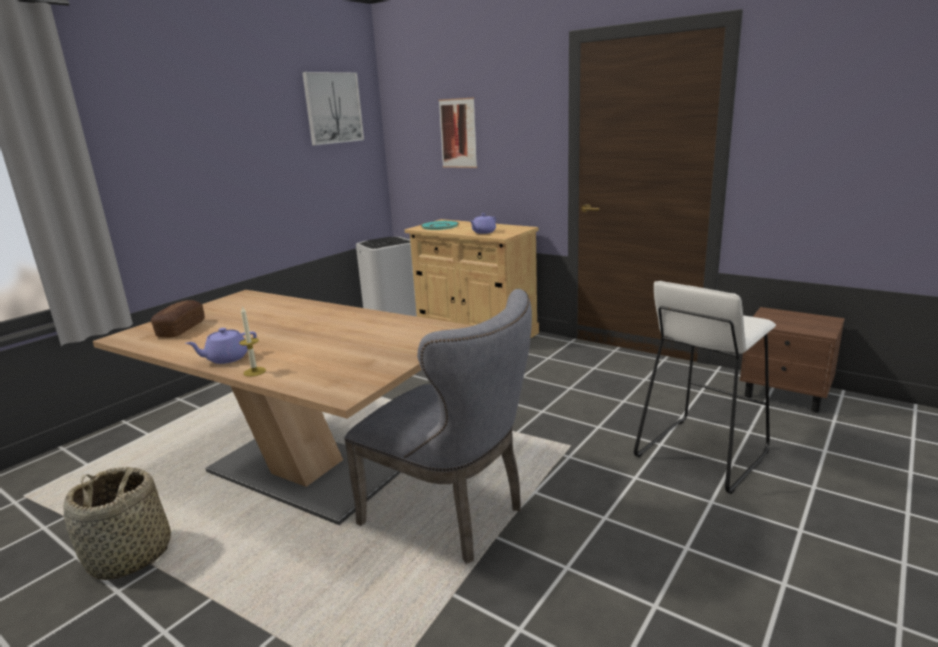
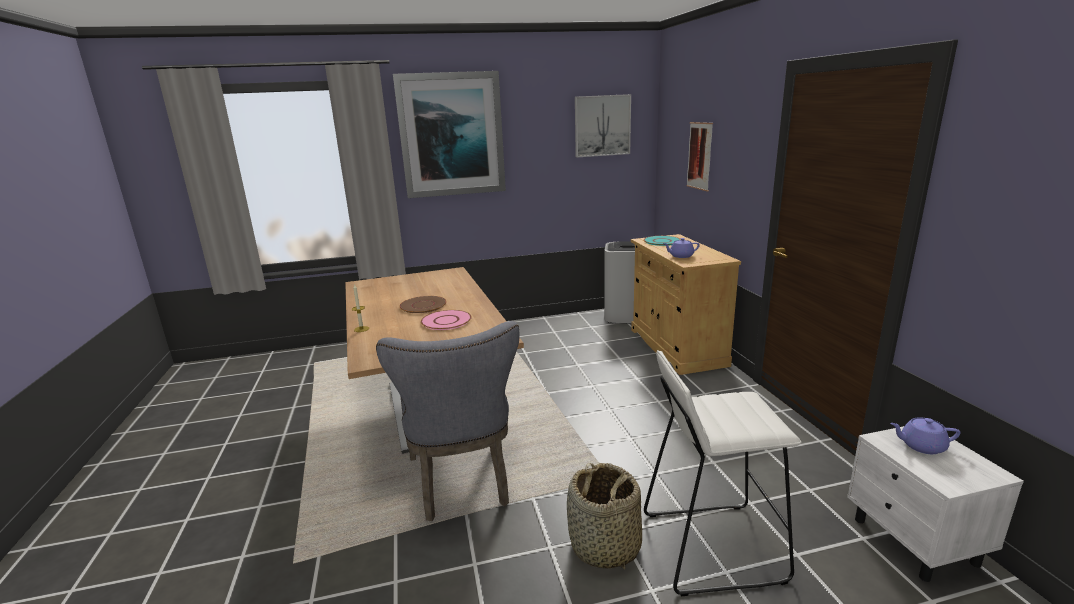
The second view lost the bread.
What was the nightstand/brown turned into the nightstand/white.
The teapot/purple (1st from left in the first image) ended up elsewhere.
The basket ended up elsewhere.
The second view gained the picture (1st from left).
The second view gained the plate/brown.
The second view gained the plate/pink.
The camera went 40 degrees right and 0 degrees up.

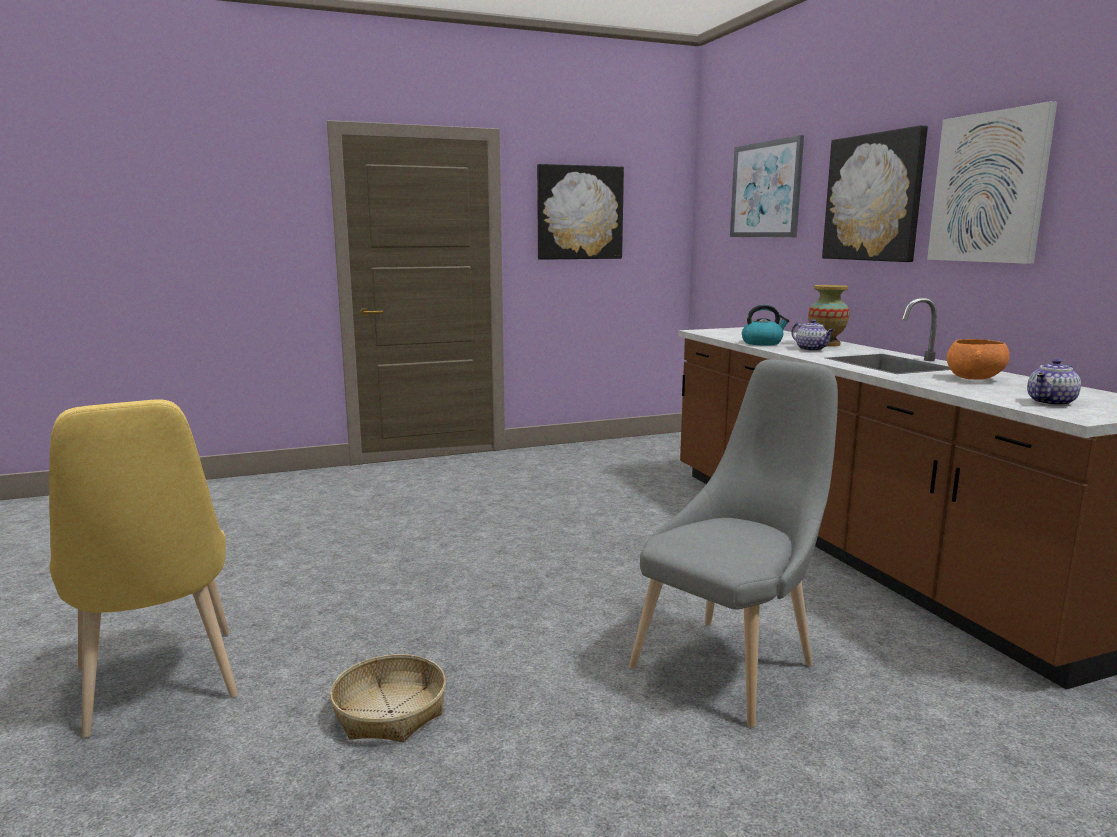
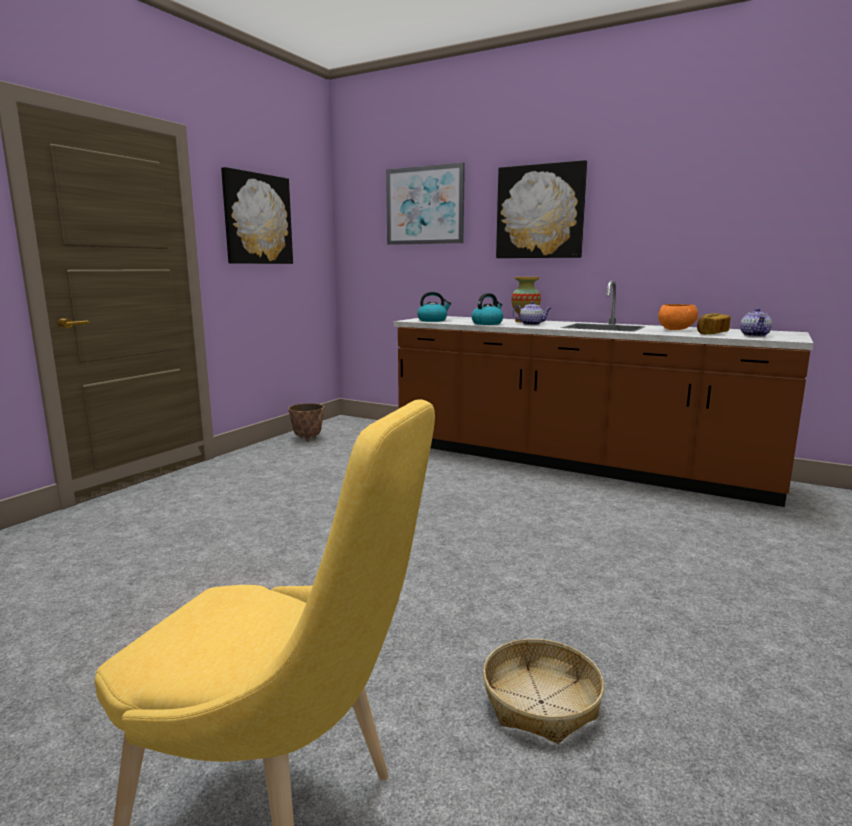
The second view lost the picture (4th from left).
The second view lost the chair/grey.
The second view gained the kettle (1st from left).
The second view gained the bread.
The second view gained the planter.
The camera went 40 degrees left and 0 degrees up.

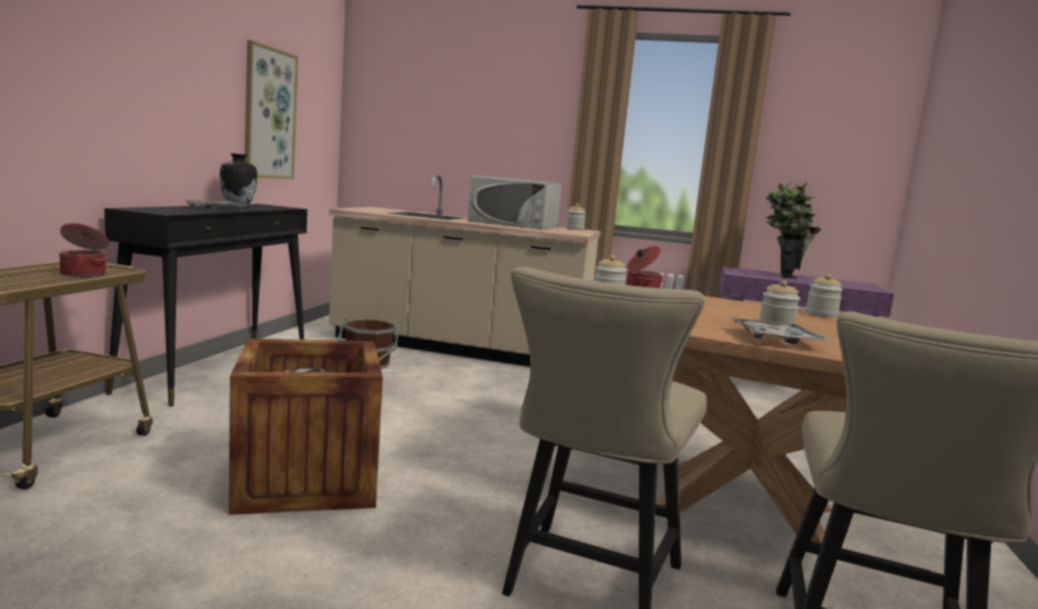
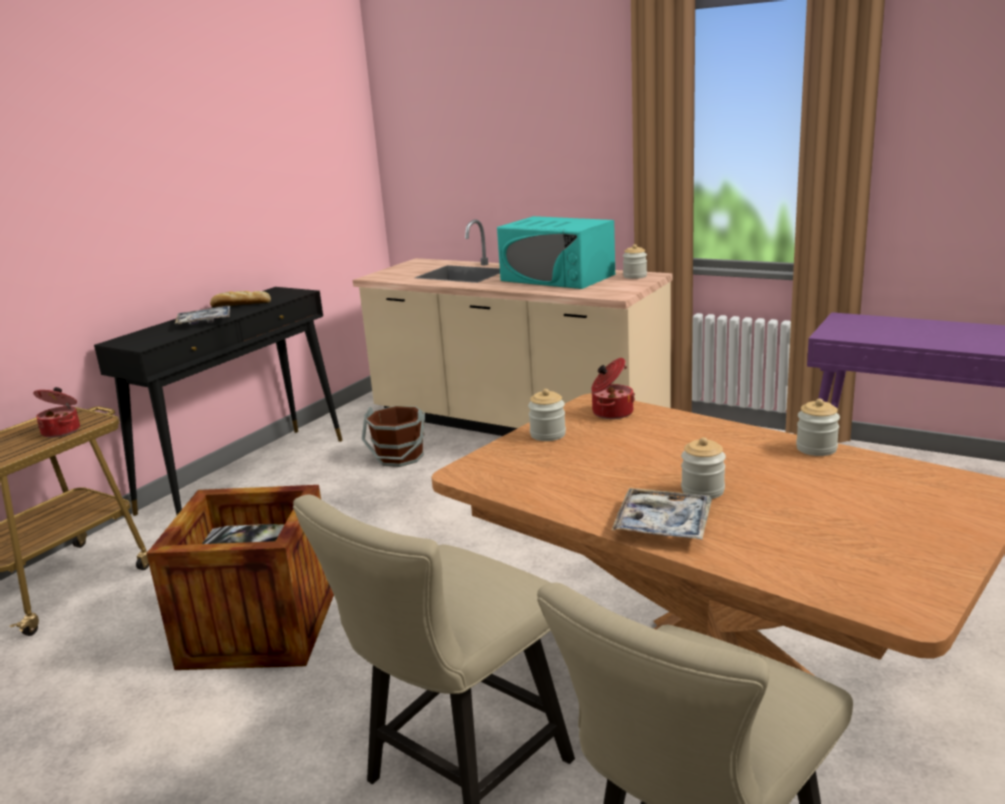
The second view lost the picture.
Where the vase stood, the bread came to stand.
What was the microwave/white turned into the microwave/turquoise.
The second view lost the potted plant.
The camera went 20 degrees right and 10 degrees up.

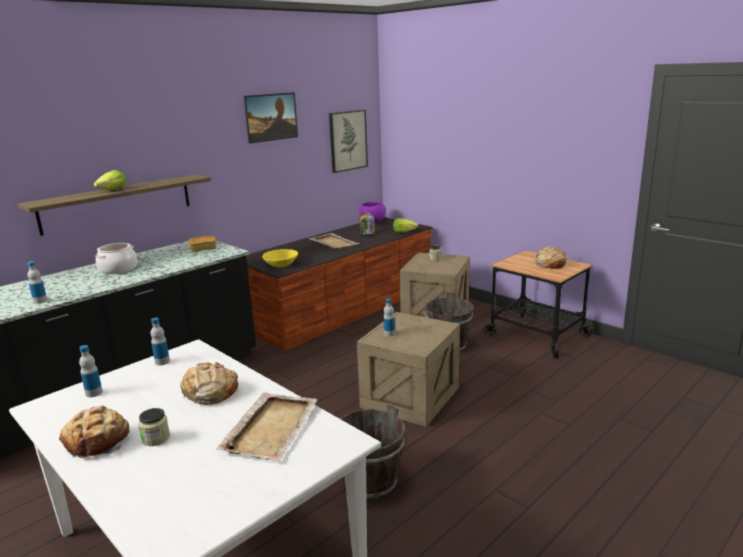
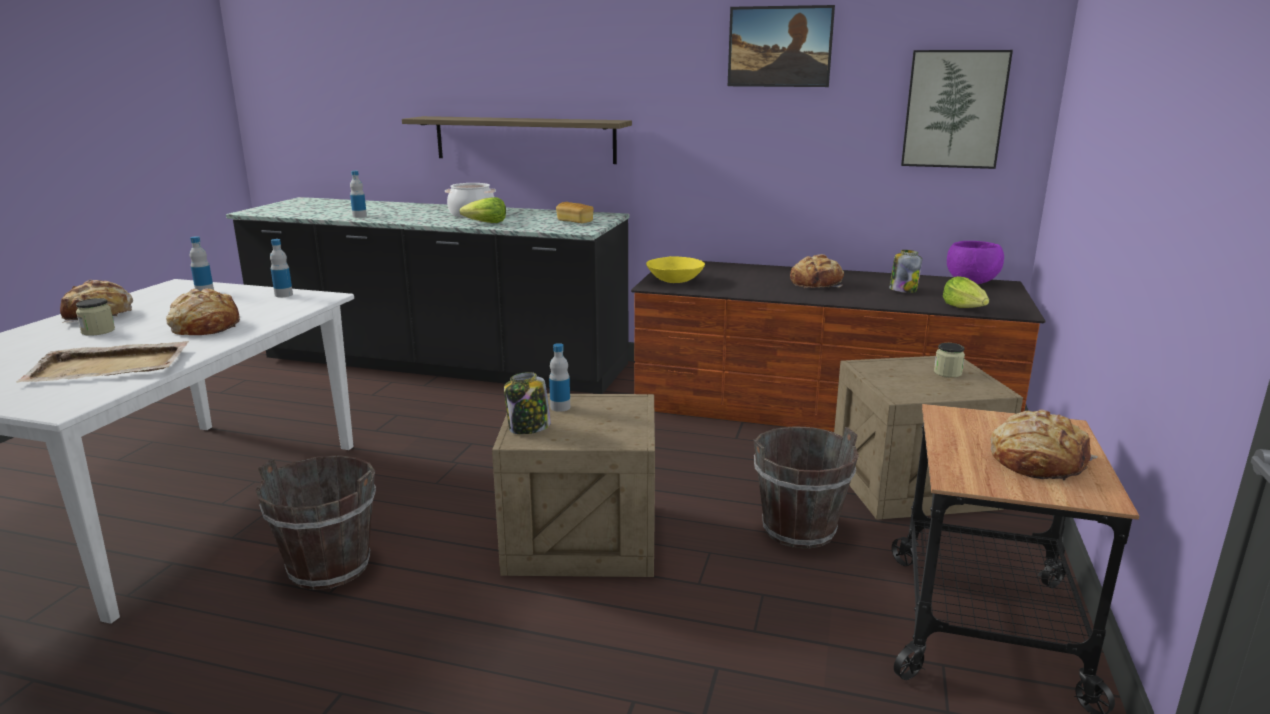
The lettuce (1st from left) ended up elsewhere.
Where the tray/beige (2nd from left) stood, the bread (4th from left) came to stand.
The second view gained the jar (2nd from left).
The camera went 60 degrees right and 0 degrees up.

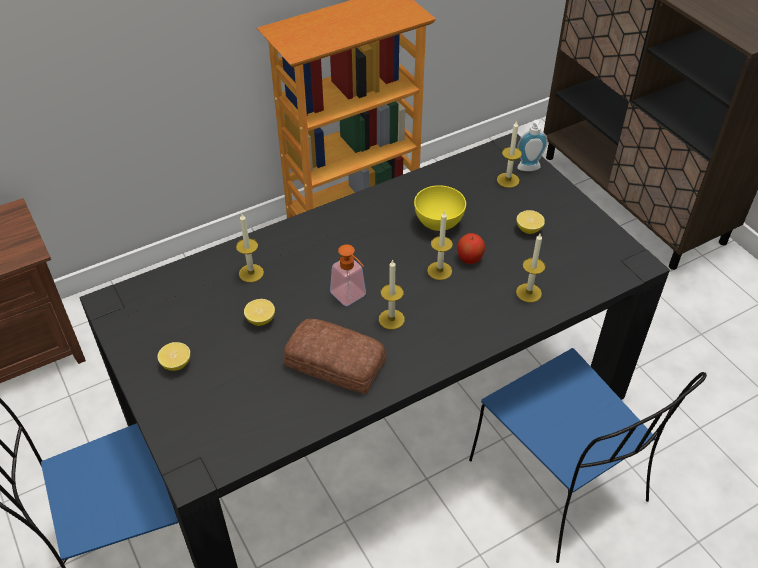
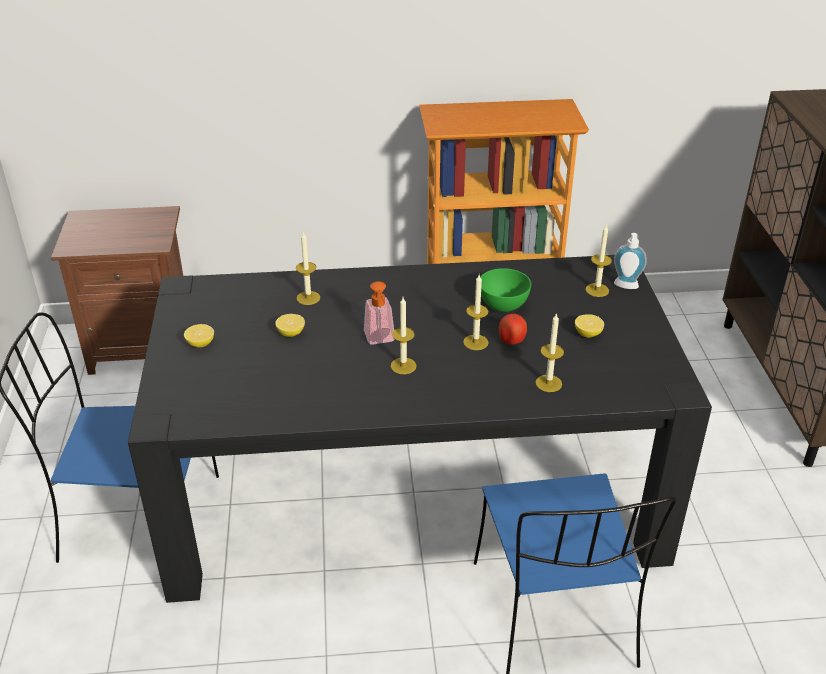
What was the bowl/yellow turned into the bowl/green.
The second view lost the bread.
The camera went 25 degrees right and 10 degrees down.

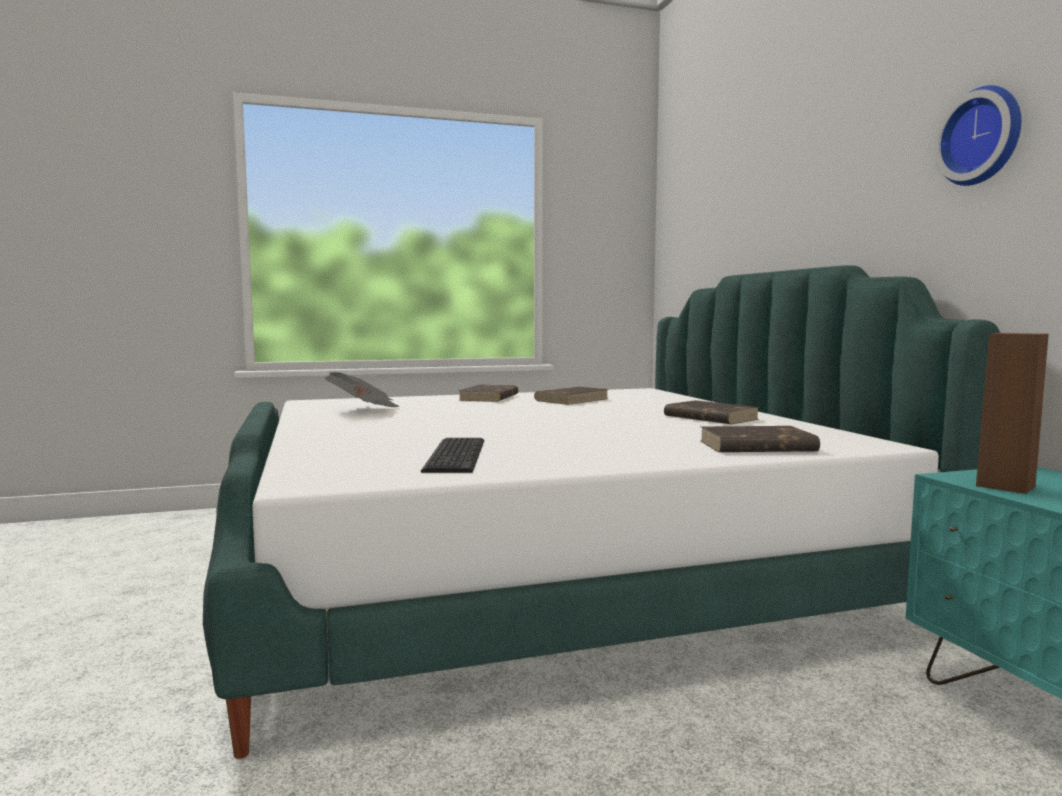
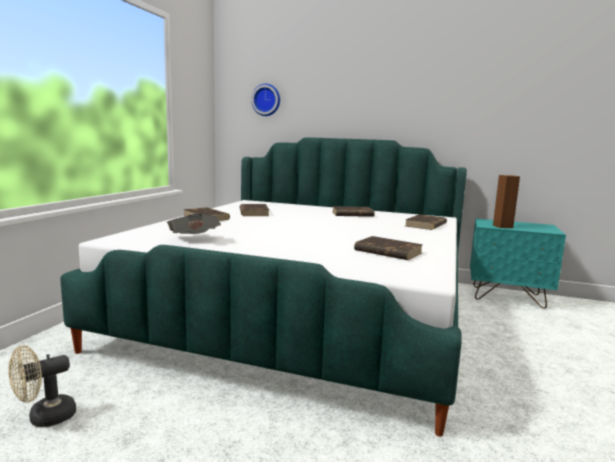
The wall clock ended up elsewhere.
Where the keyboard stood, the book/brown (4th from left) came to stand.
The second view gained the fan/beige.
The camera went 55 degrees left and 5 degrees up.

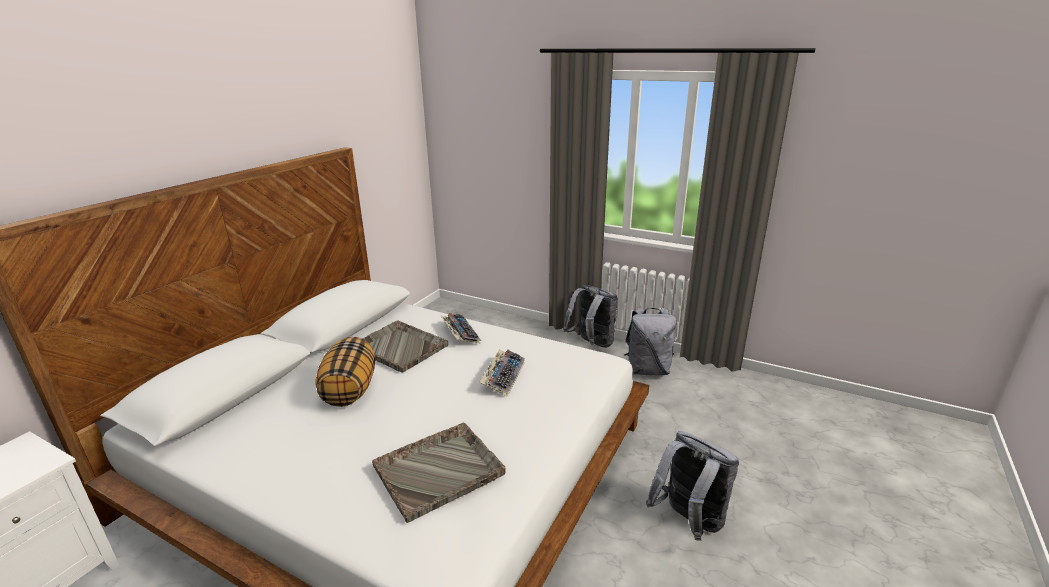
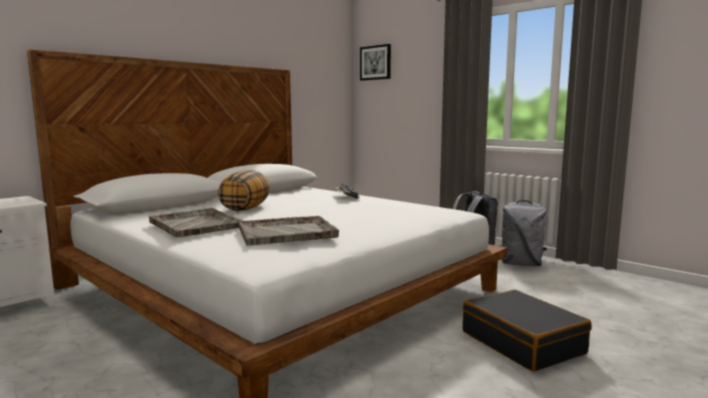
The tray/grey (1st from left) ended up elsewhere.
The second view lost the keyboard (2nd from left).
Where the backpack/grey (3rd from left) stood, the suitcase/black came to stand.
The second view gained the picture.
The camera went 15 degrees right and 15 degrees down.

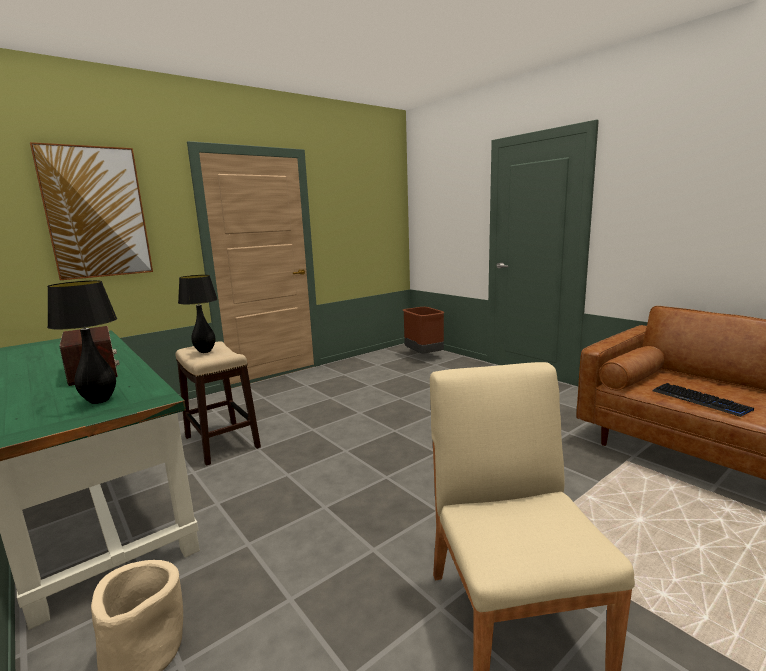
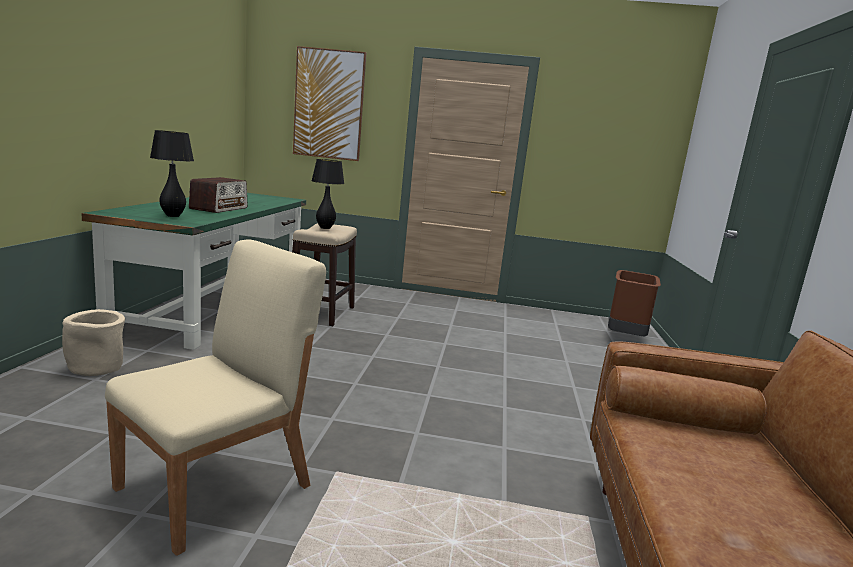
The second view lost the keyboard.
The camera went 45 degrees right and 0 degrees up.

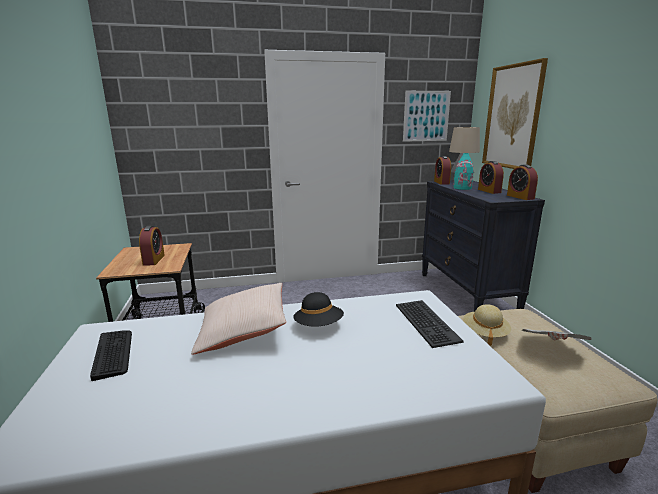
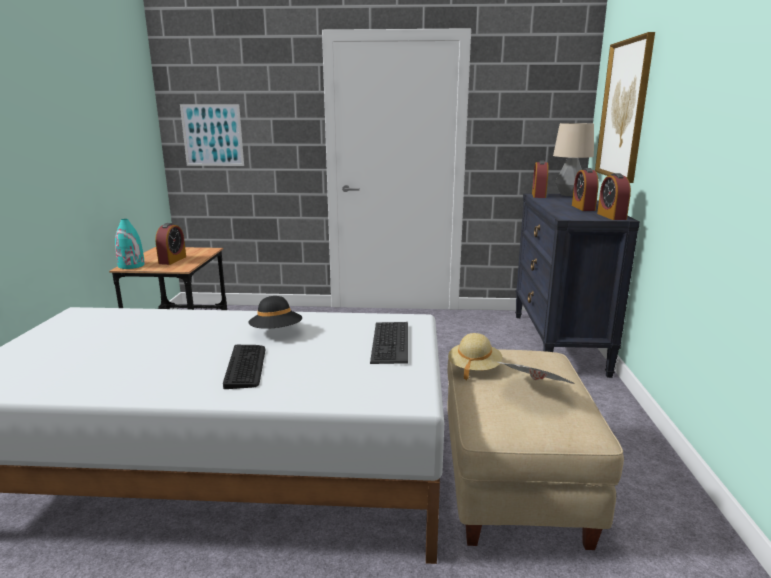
The picture (1st from left) ended up elsewhere.
The vase/turquoise ended up elsewhere.
The second view lost the pillow/beige.
The keyboard (1st from left) ended up elsewhere.
The camera went 15 degrees right and 0 degrees up.

